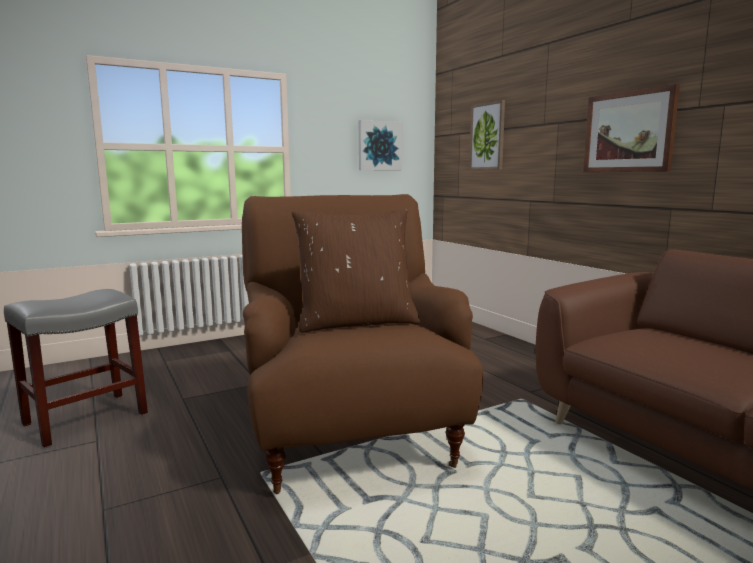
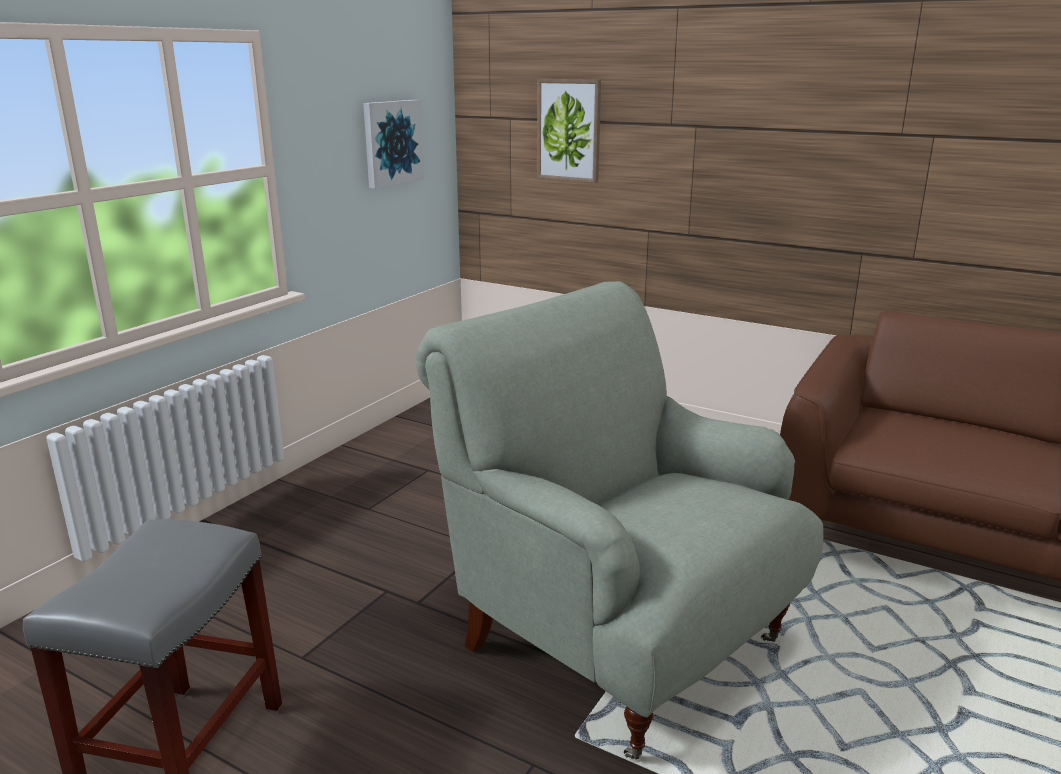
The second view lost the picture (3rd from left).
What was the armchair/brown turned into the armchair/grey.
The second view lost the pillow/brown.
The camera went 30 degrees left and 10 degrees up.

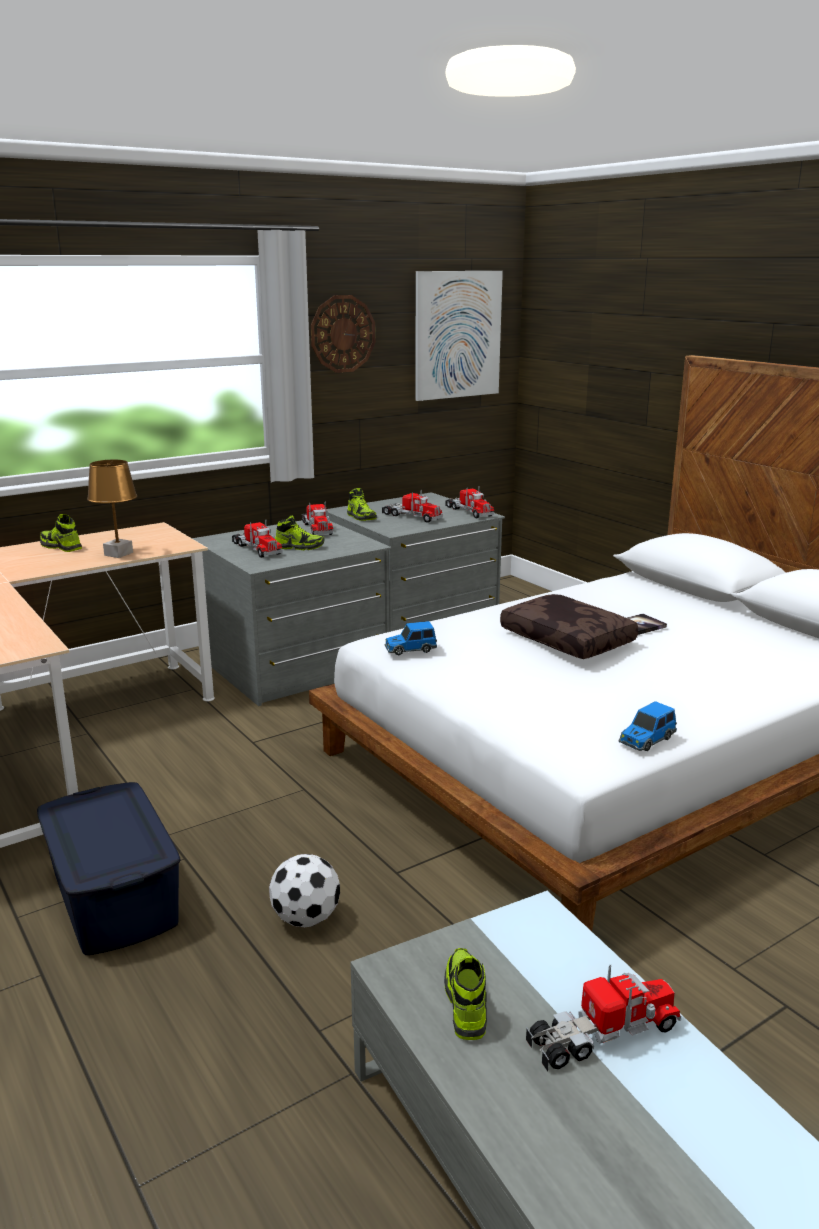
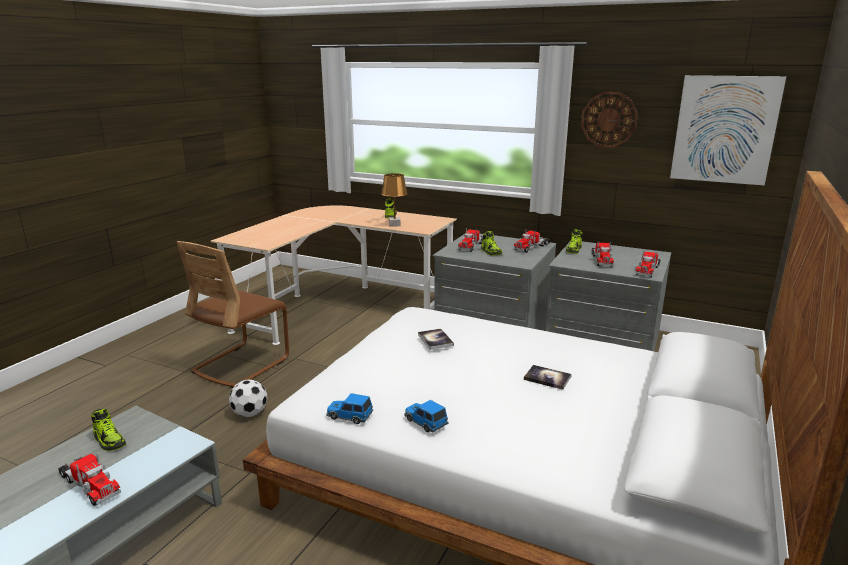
The second view lost the pillow/brown.
The toy car (1st from left in the first image) ended up elsewhere.
Where the storage box/blue stood, the chair/brown came to stand.
The shoe (4th from left in the first image) ended up facing another way, 75 degrees clockwise from before.
The second view gained the book (1st from left).
The camera went 60 degrees right and 0 degrees up.

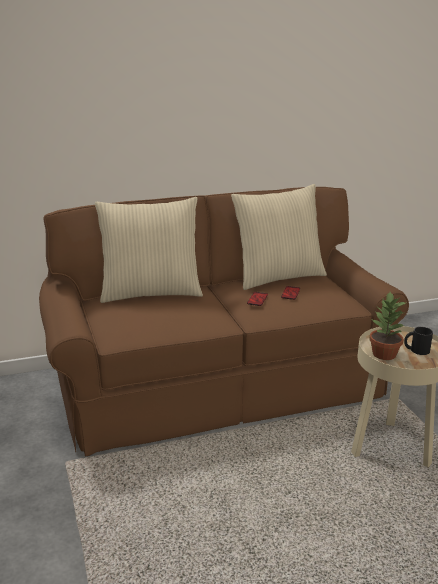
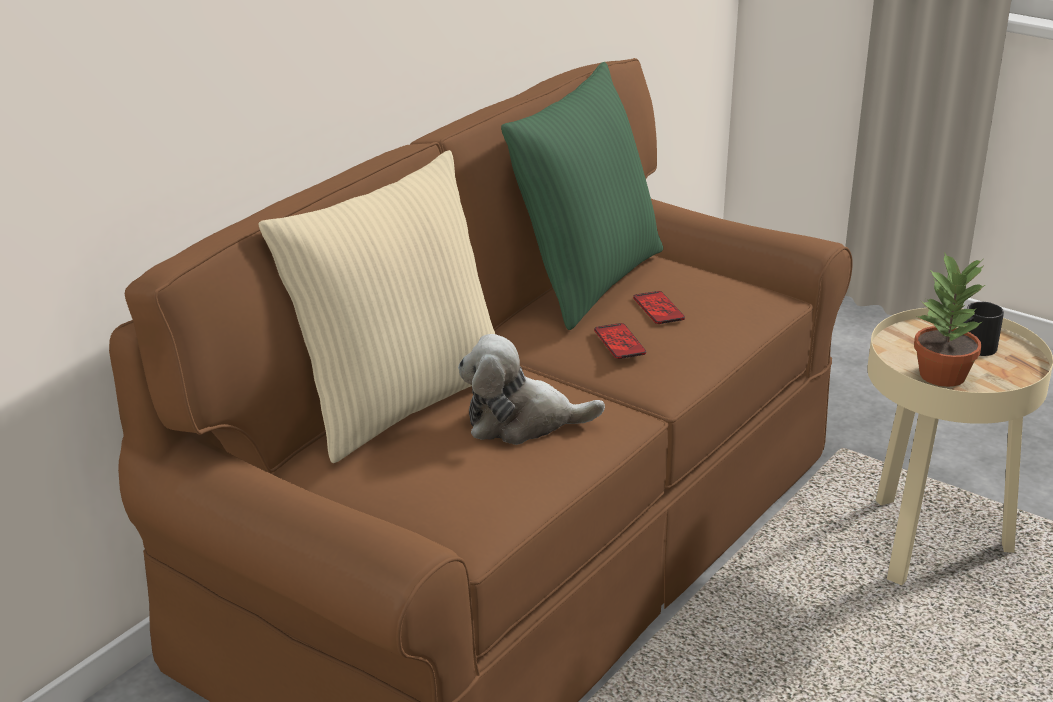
What was the pillow/beige (2nd from left) turned into the pillow/green.
The second view gained the plush toy.
The camera went 35 degrees left and 5 degrees up.

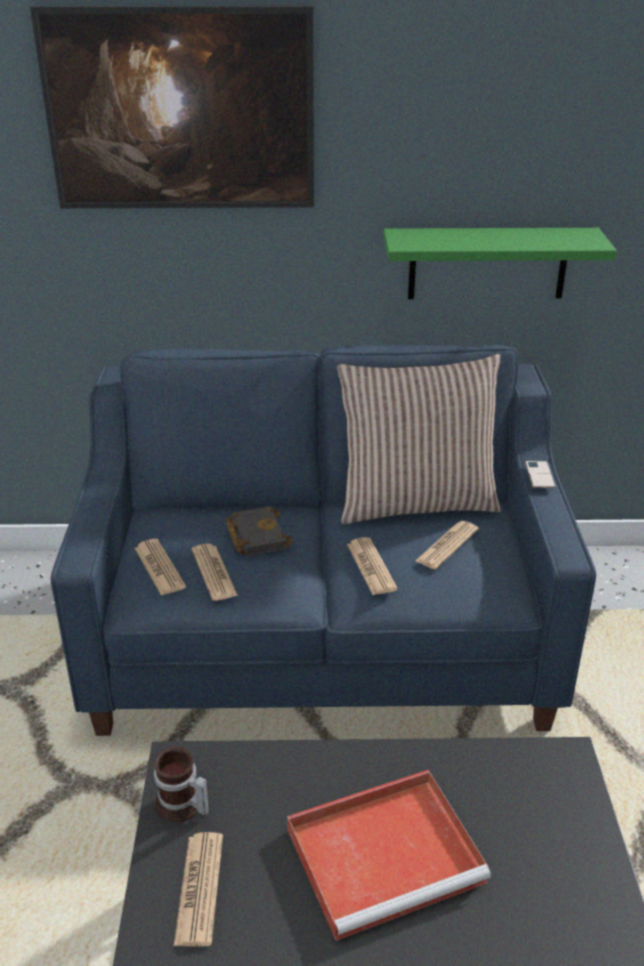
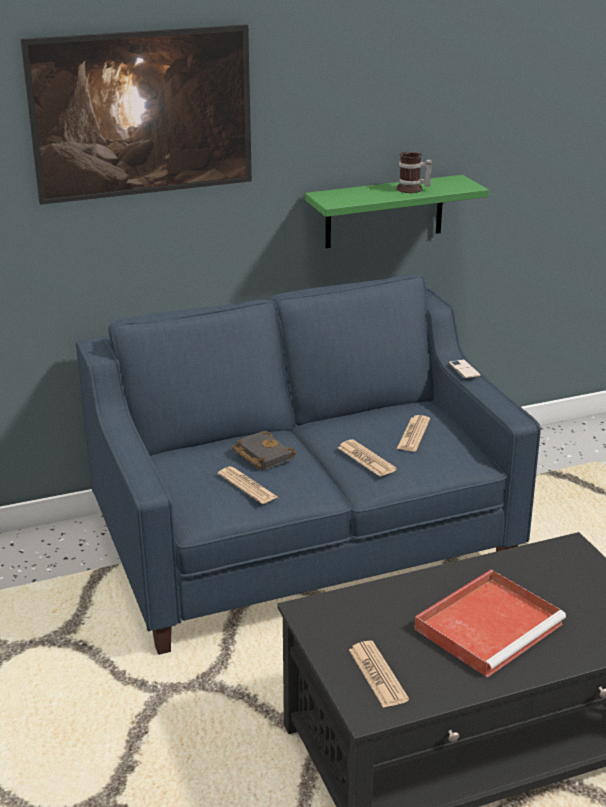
The second view lost the pillow.
The second view lost the newspaper (1st from left).
The mug ended up elsewhere.
The camera went 20 degrees left and 5 degrees down.

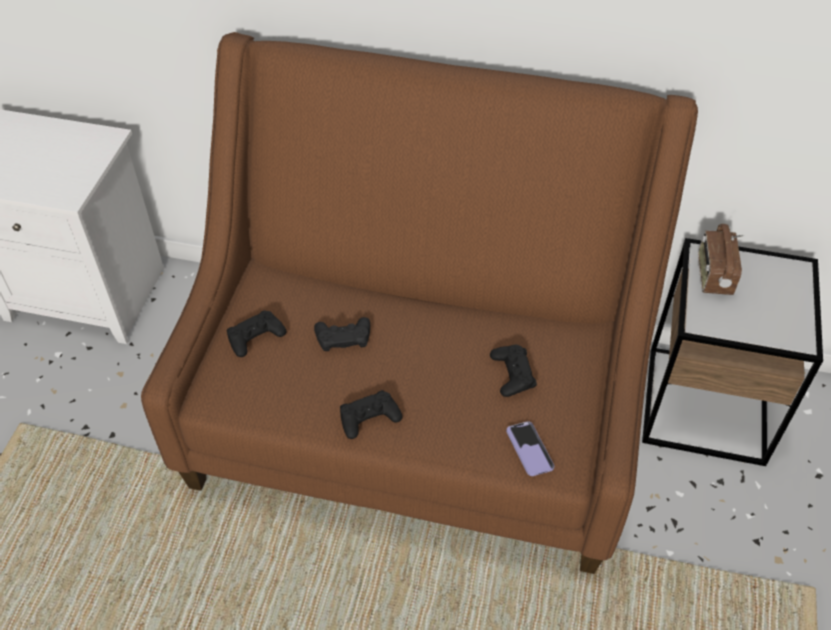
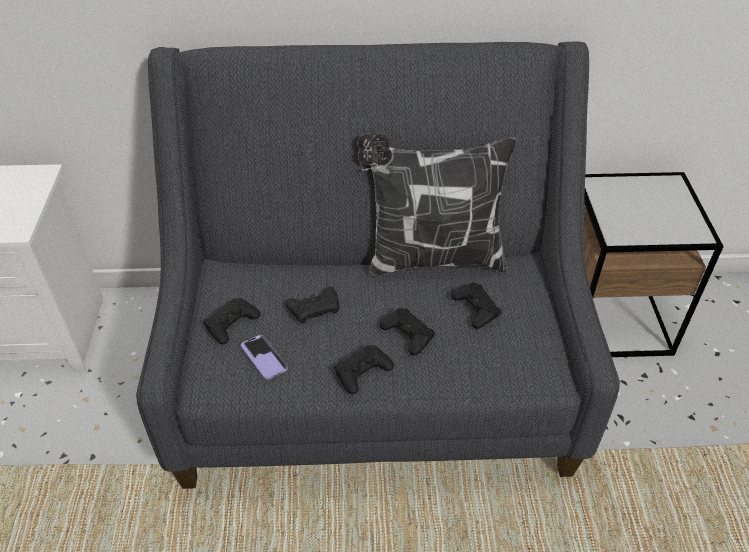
What was the sofa/brown turned into the sofa/grey.
The second view lost the radio.
The phone ended up elsewhere.
The second view gained the pillow.
The second view gained the game controller/black (4th from left).
The camera went 15 degrees left and 5 degrees down.

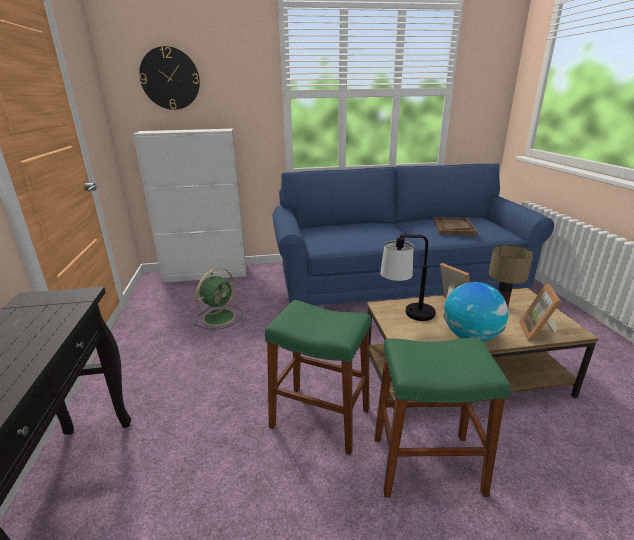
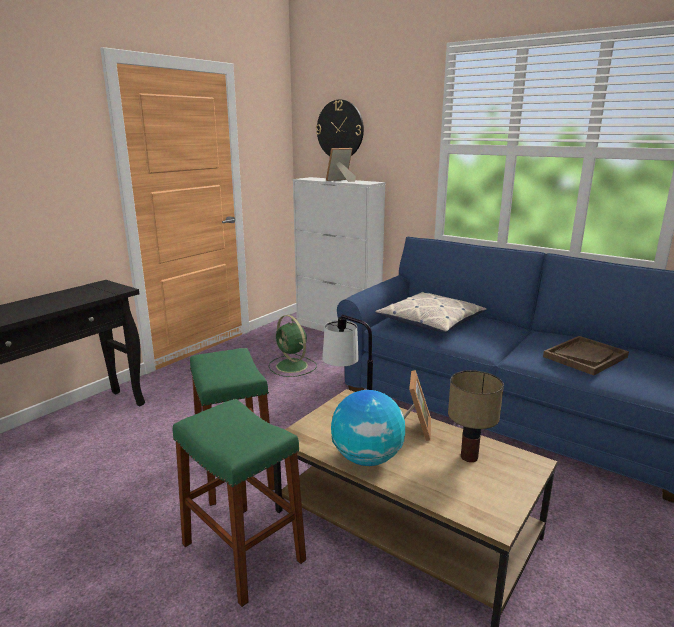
The fan/green ended up facing another way, 60 degrees clockwise from before.
The picture frame (2nd from left in the first image) ended up elsewhere.
The second view gained the pillow.
The camera went 45 degrees right and 5 degrees down.

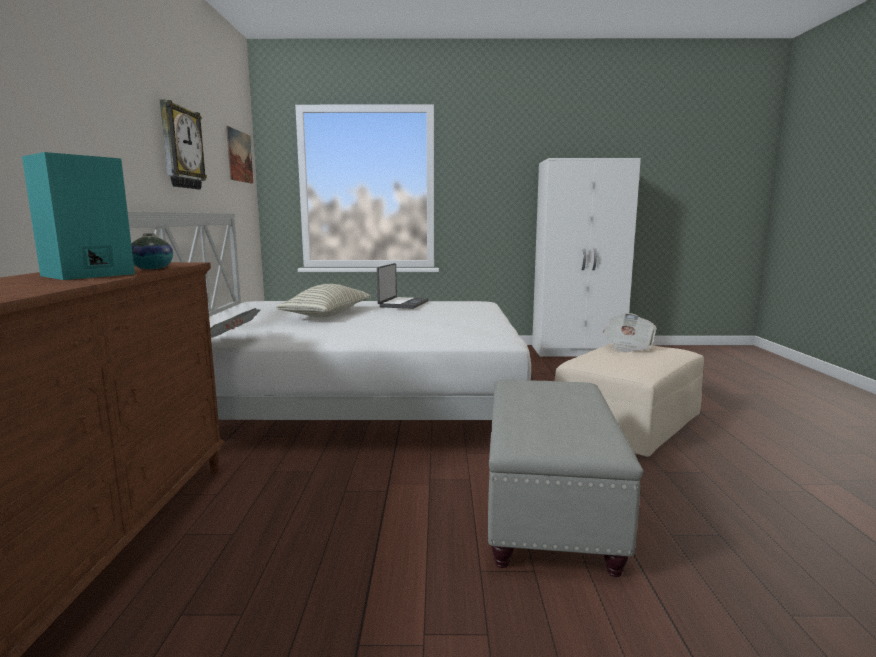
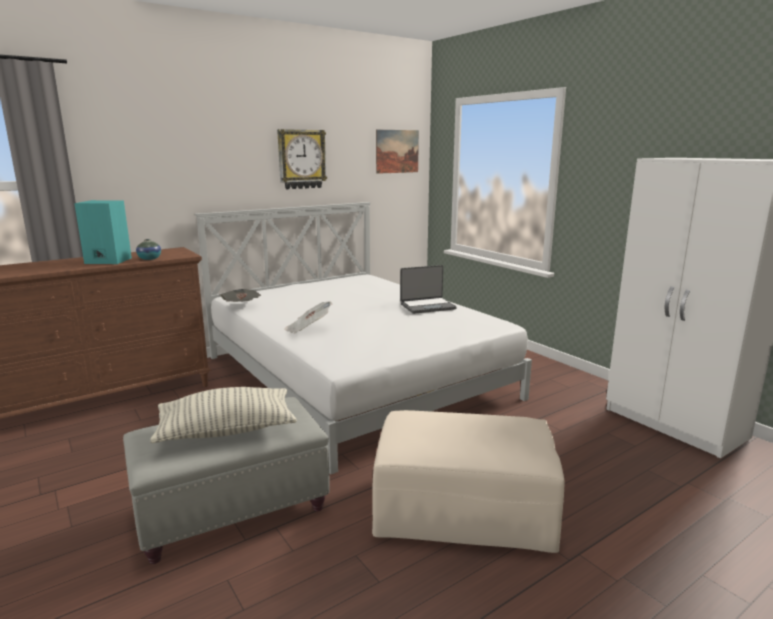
The pillow ended up elsewhere.
The newspaper (2nd from left) ended up elsewhere.
The camera went 55 degrees right and 5 degrees up.

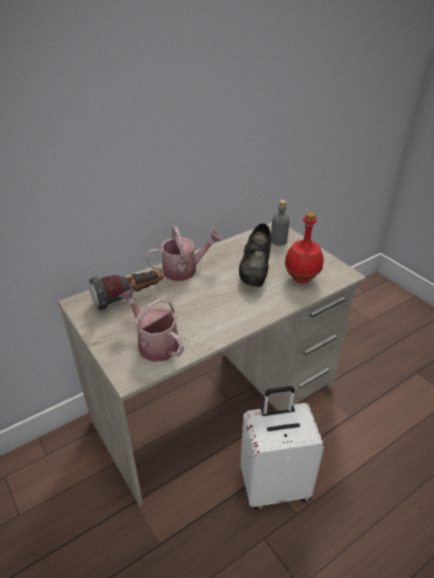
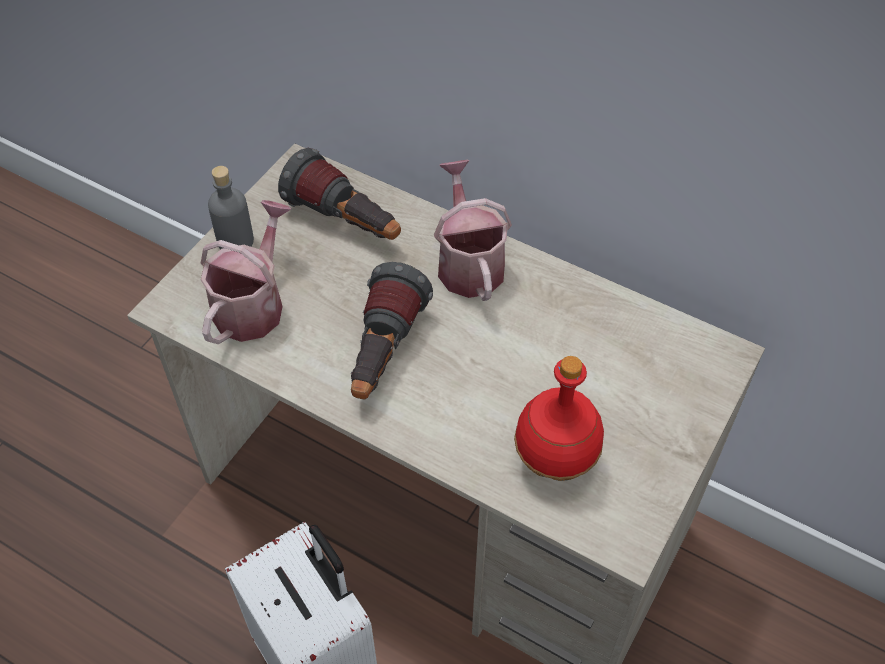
The bottle/grey ended up elsewhere.
The second view lost the shoe/black.
The watering can (2nd from left) ended up facing another way, 150 degrees counterclockwise from before.
The second view gained the flashlight (2nd from left).
The camera went 65 degrees right and 15 degrees up.

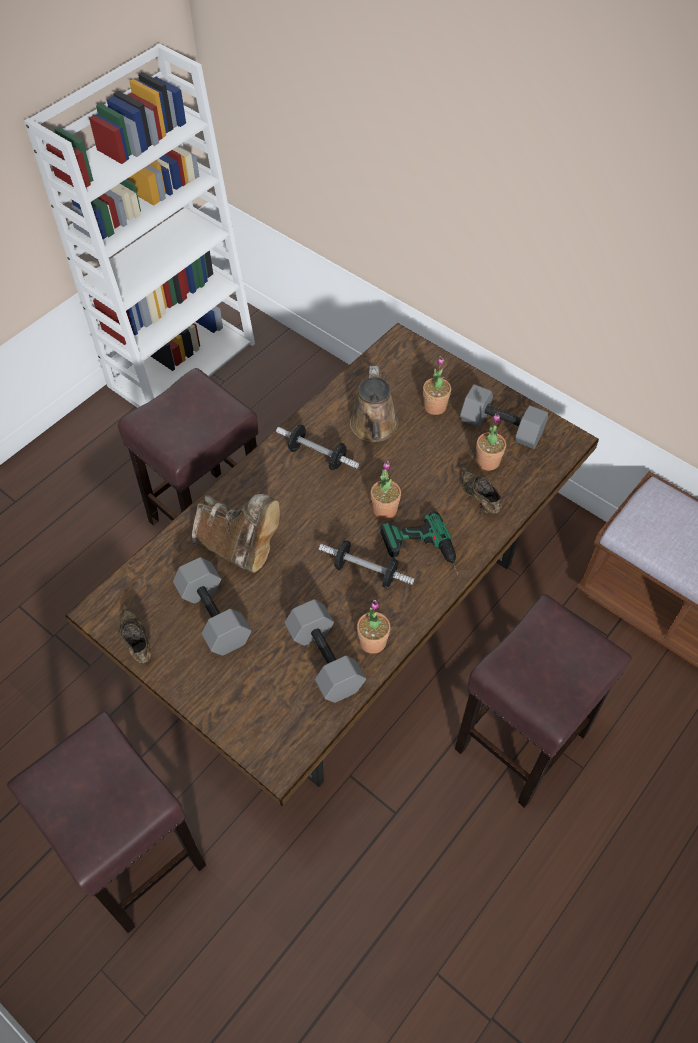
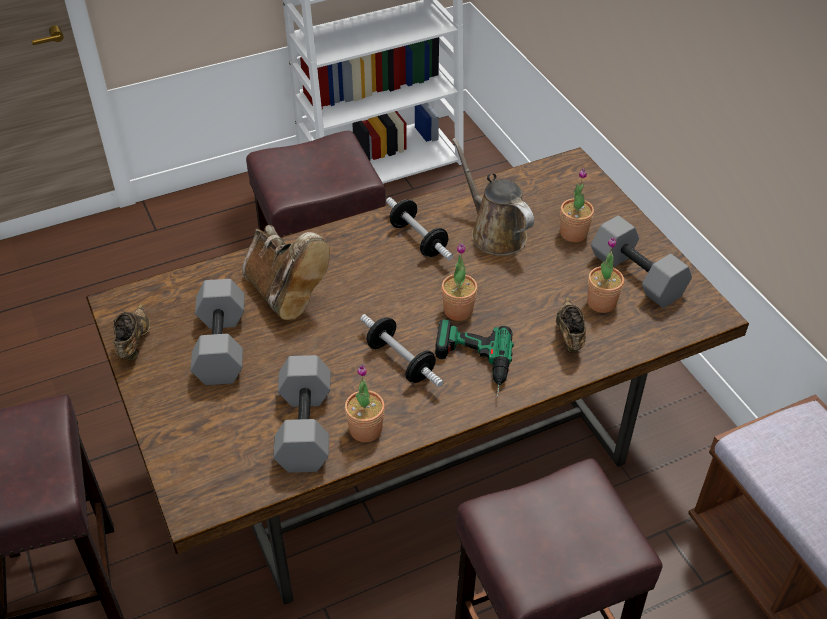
The watering can/brown ended up facing another way, 120 degrees clockwise from before.
The camera went 25 degrees right and 10 degrees down.

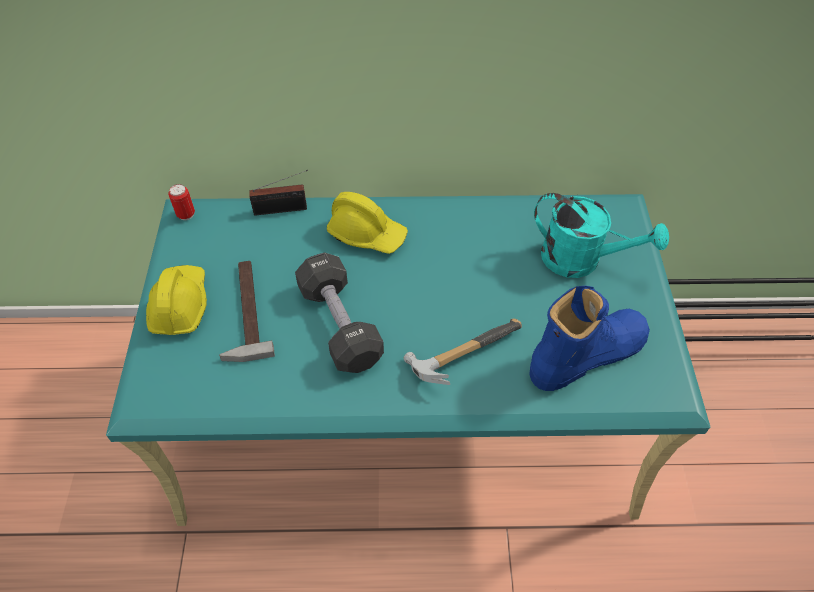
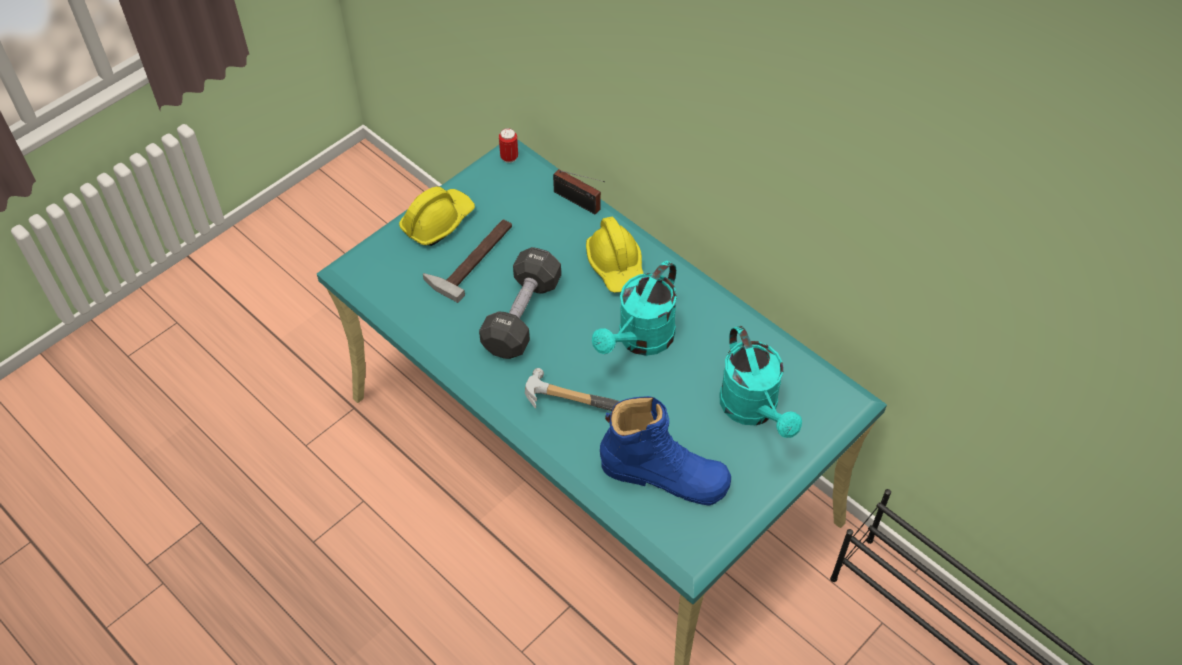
The second view gained the watering can/turquoise (1st from left).
The camera went 45 degrees right and 0 degrees up.

